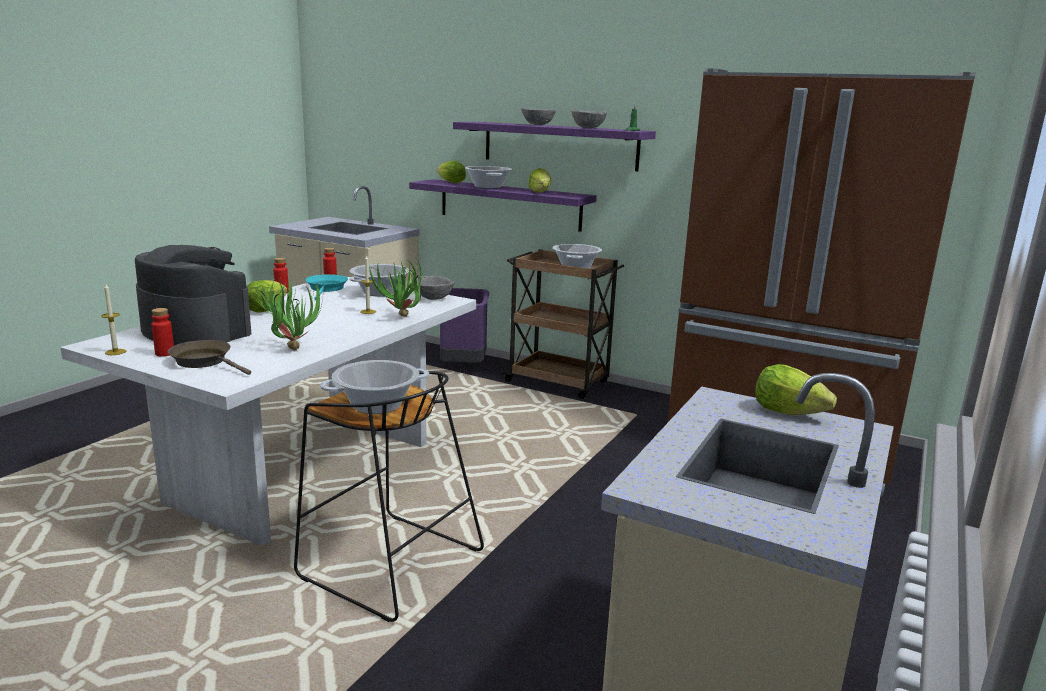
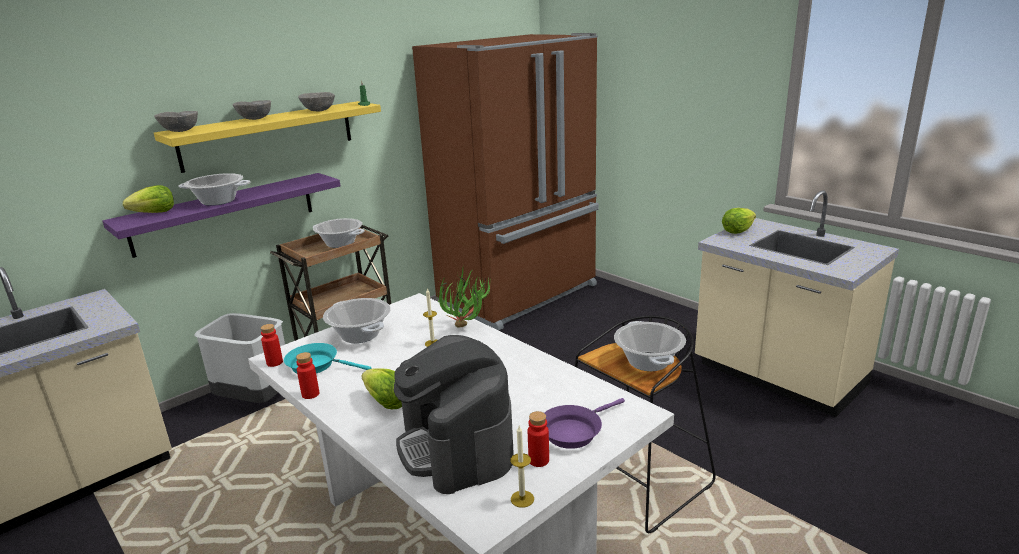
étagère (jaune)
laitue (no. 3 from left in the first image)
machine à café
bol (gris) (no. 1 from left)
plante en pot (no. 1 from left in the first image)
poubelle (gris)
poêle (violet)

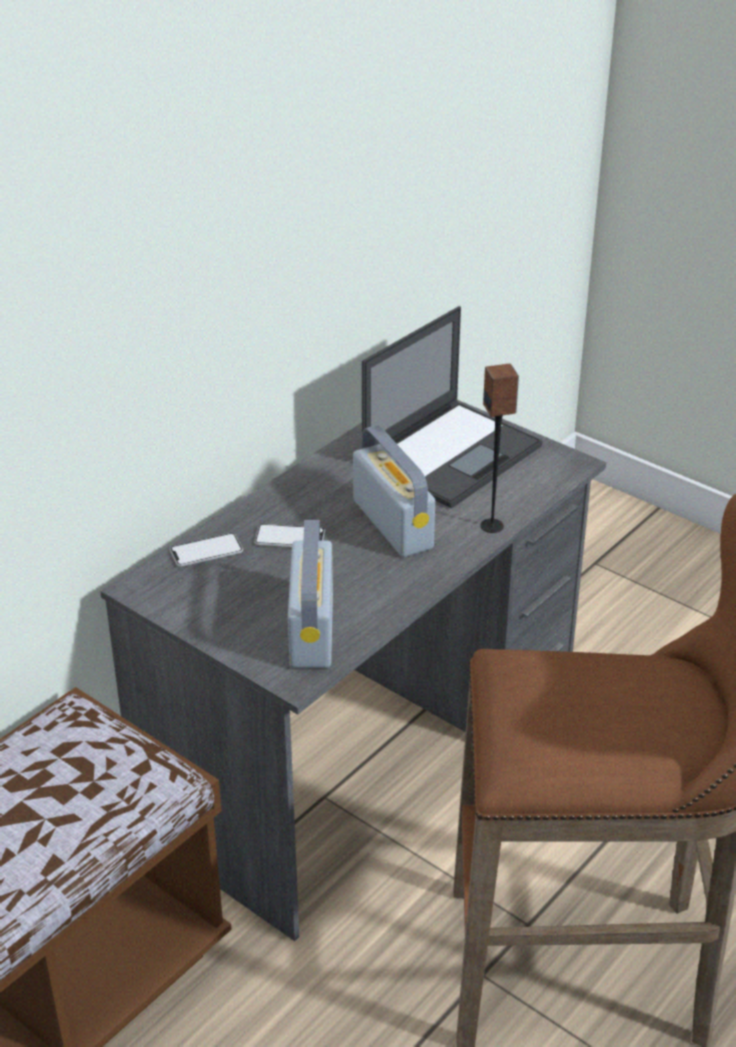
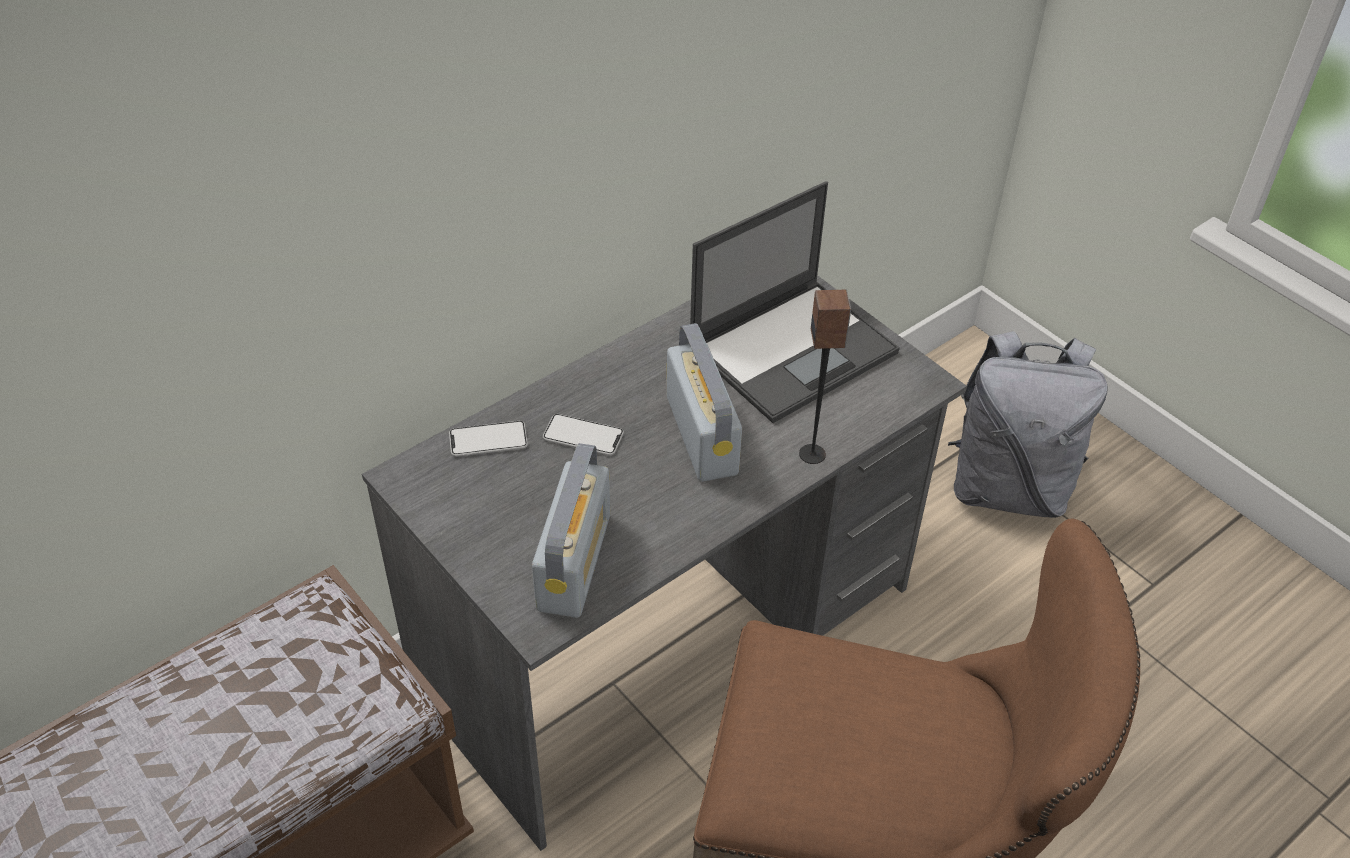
sac à dos (gris)

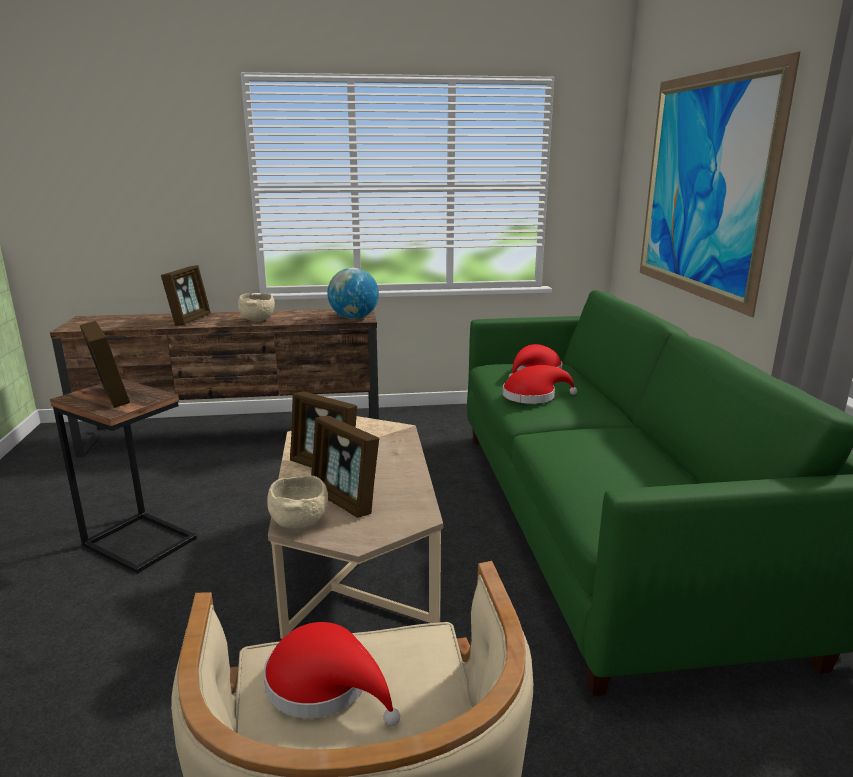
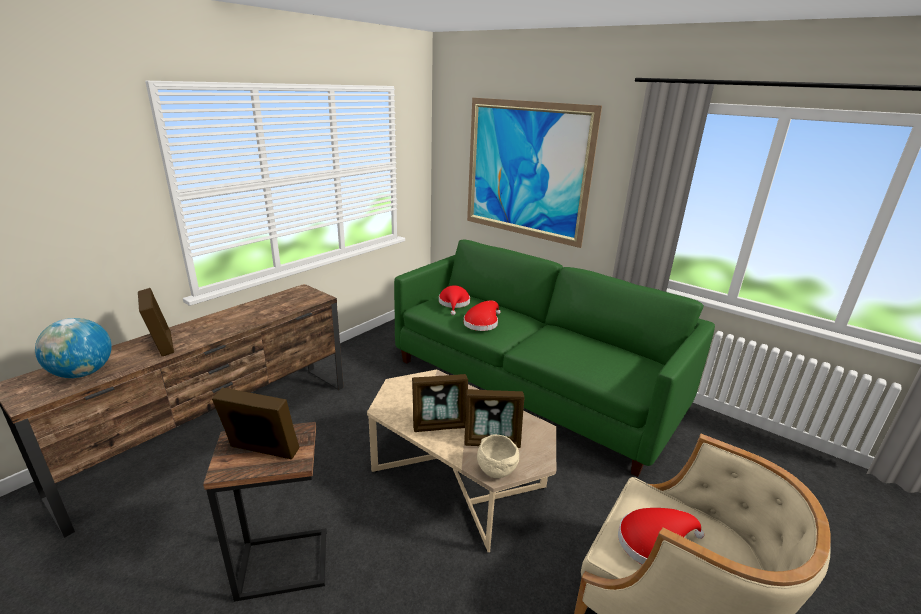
globe
bol (beige) (no. 1 from left in the first image)

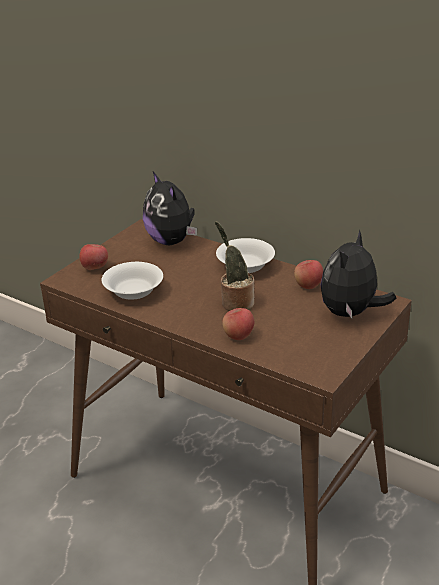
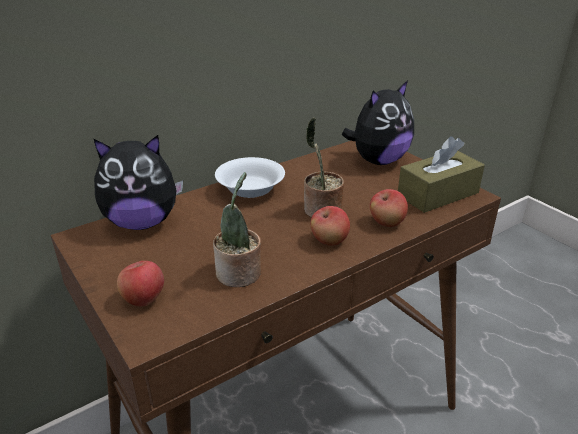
peluche (no. 2 from left)
pomme (no. 2 from left)
plante en pot (no. 1 from left)
boîte à mouchoirs (marron)

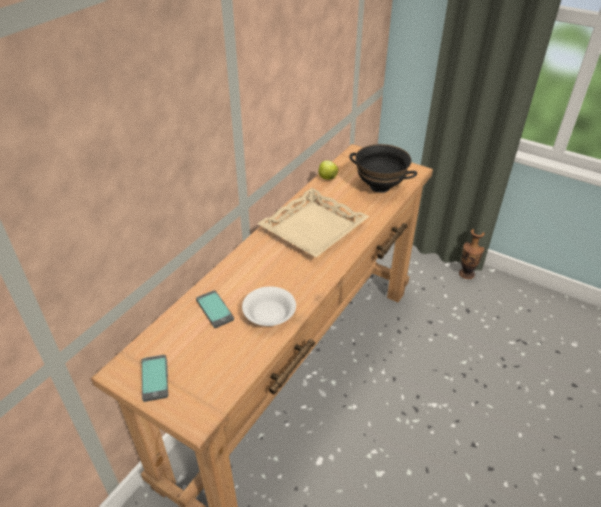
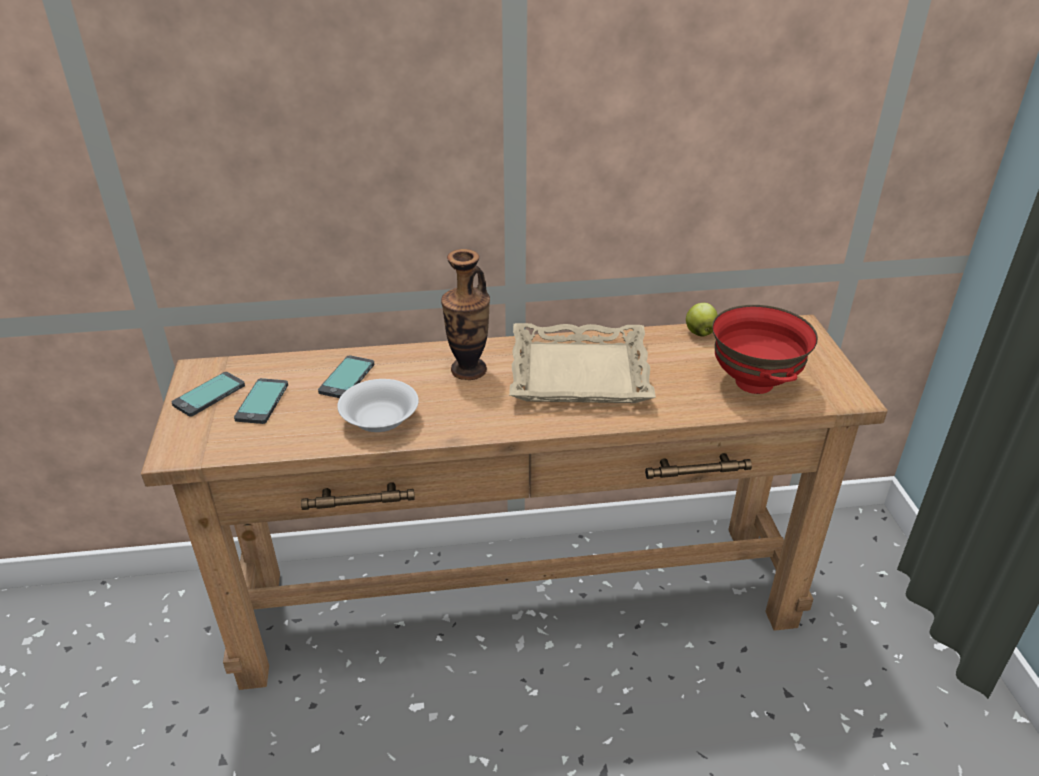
bol (rouge)
vase
téléphone (no. 2 from left)

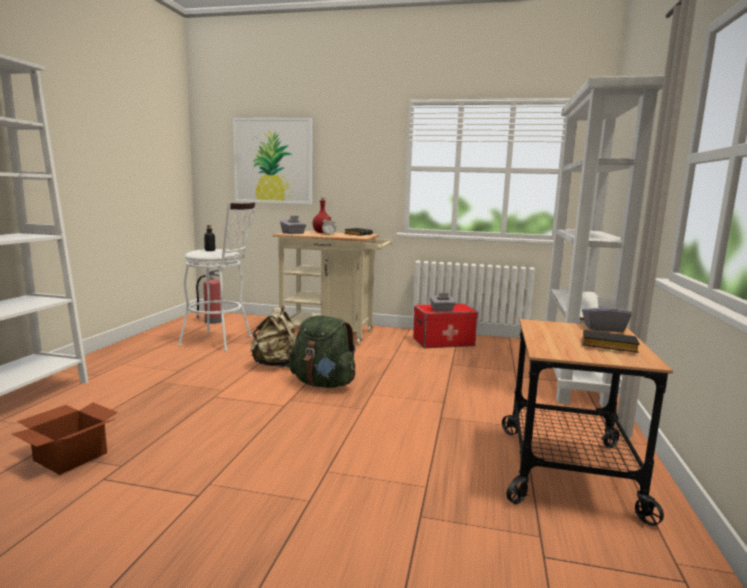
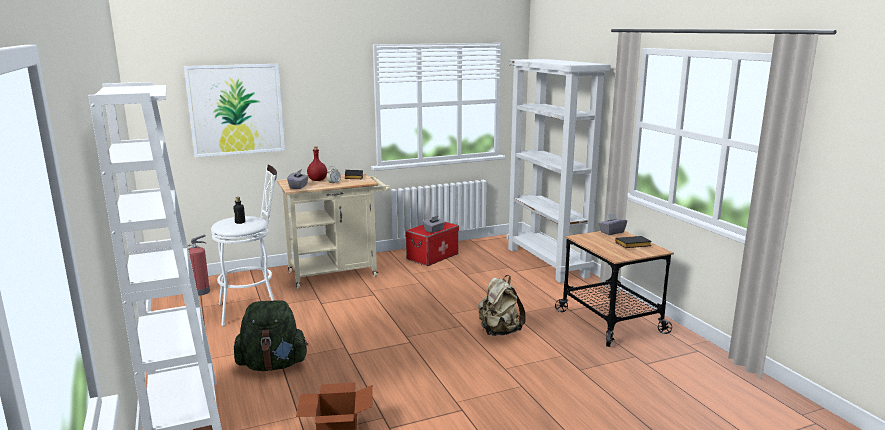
sac à dos (beige)
sac à dos (vert)

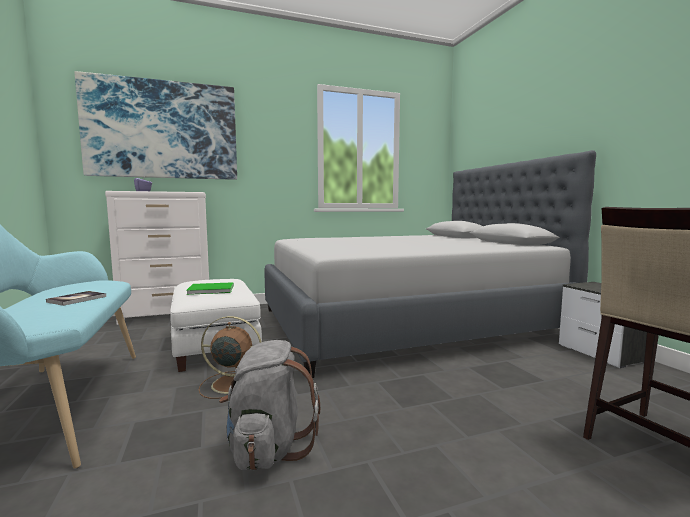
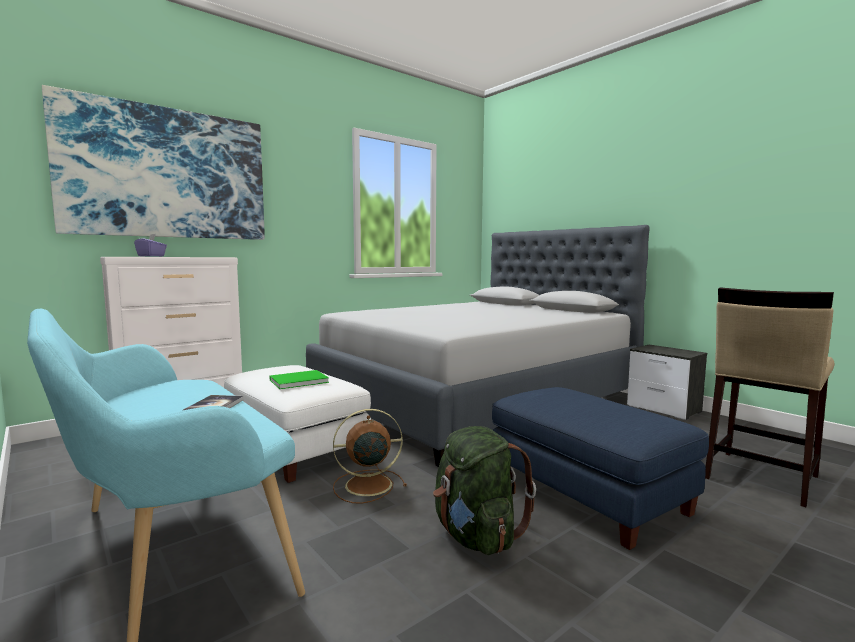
sac à dos (vert)
pouf (bleu)

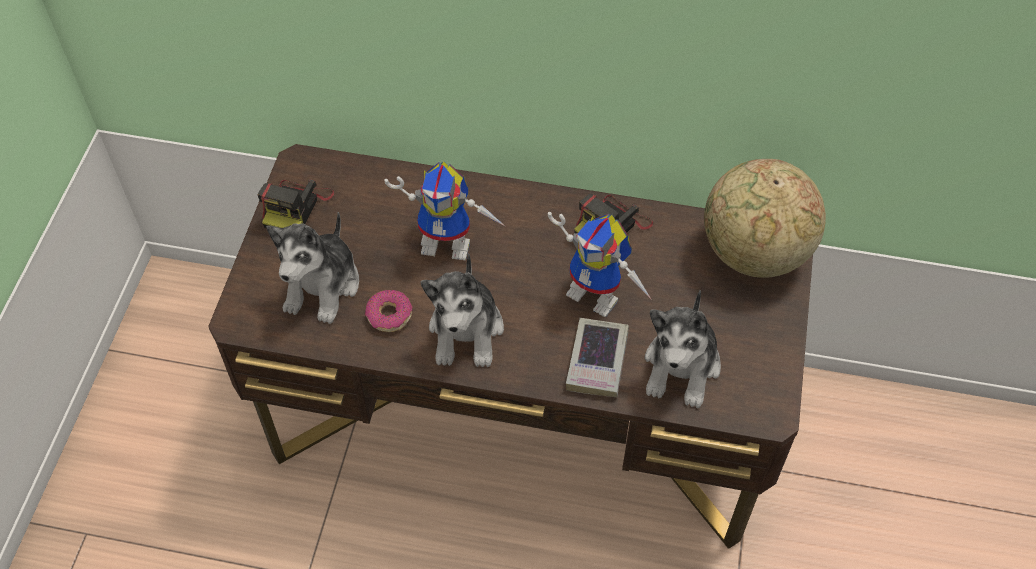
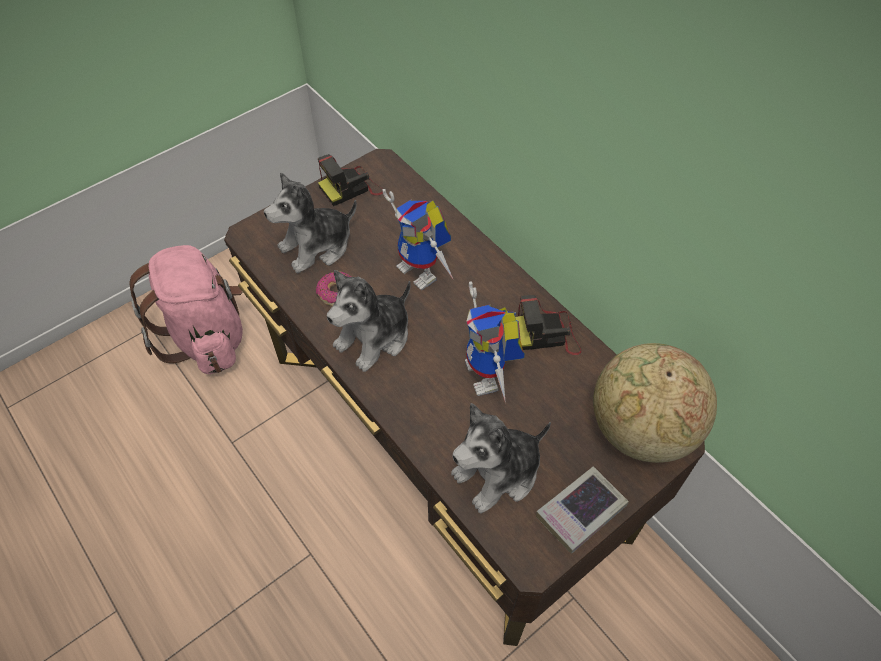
livre
sac à dos (rose)

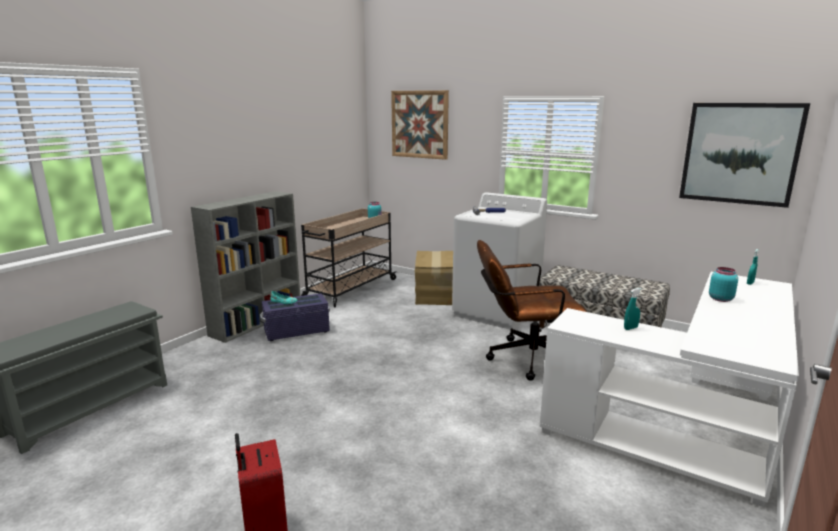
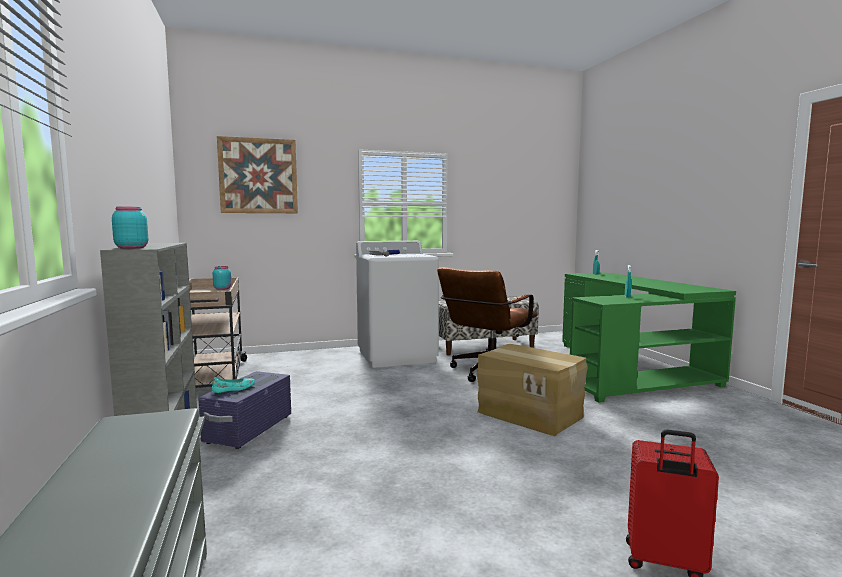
tableau (no. 2 from left in the first image)
carton
bocal (turquoise) (no. 1 from left)
bureau (vert)

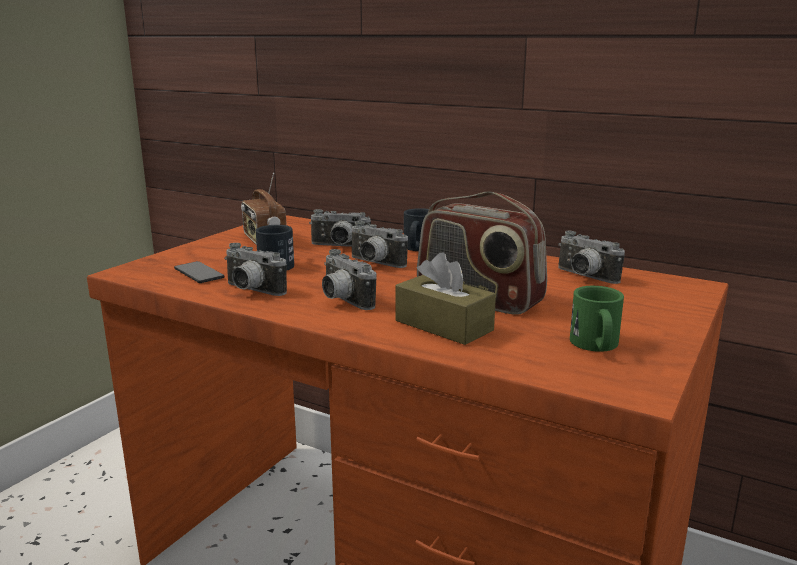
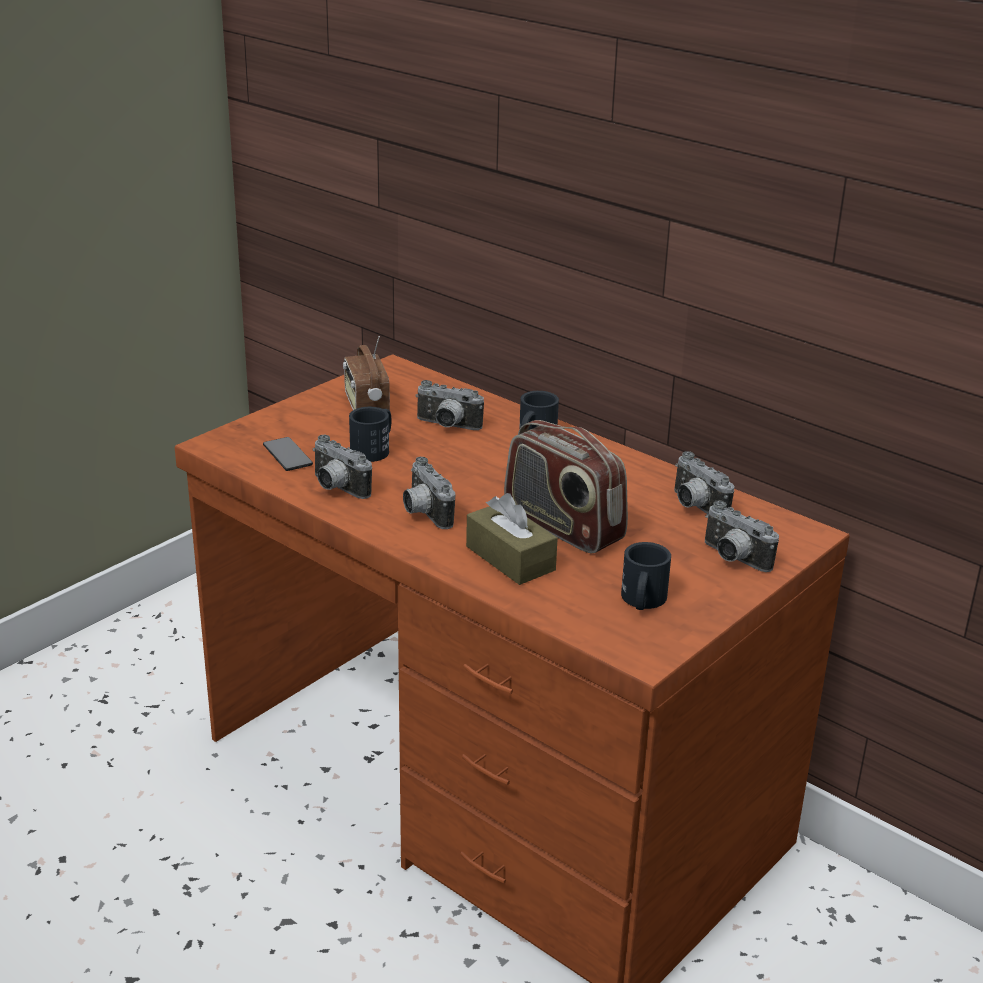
appareil photo (no. 5 from left)
mug (noir) (no. 3 from left)

